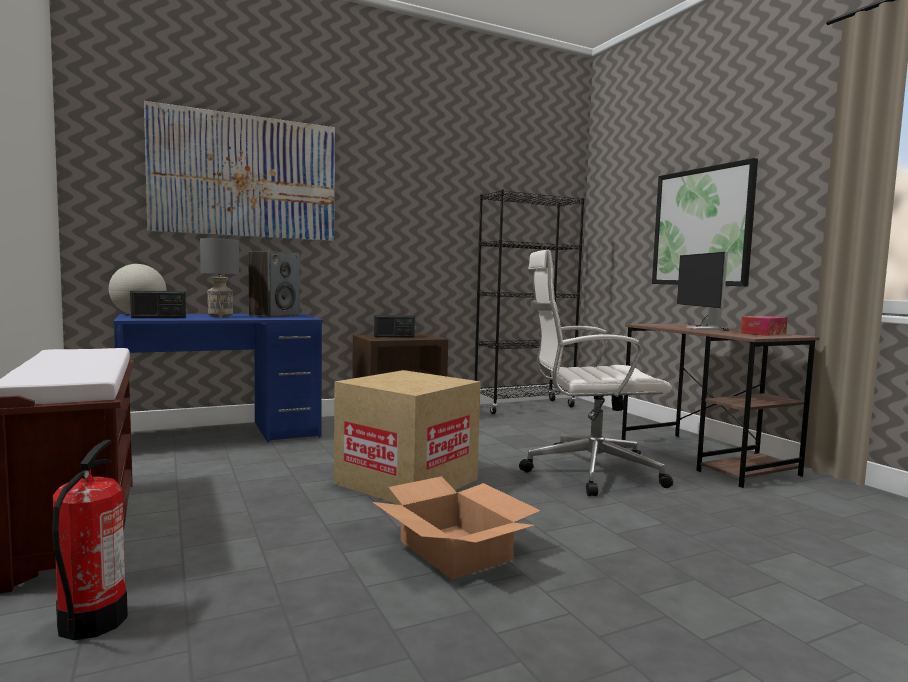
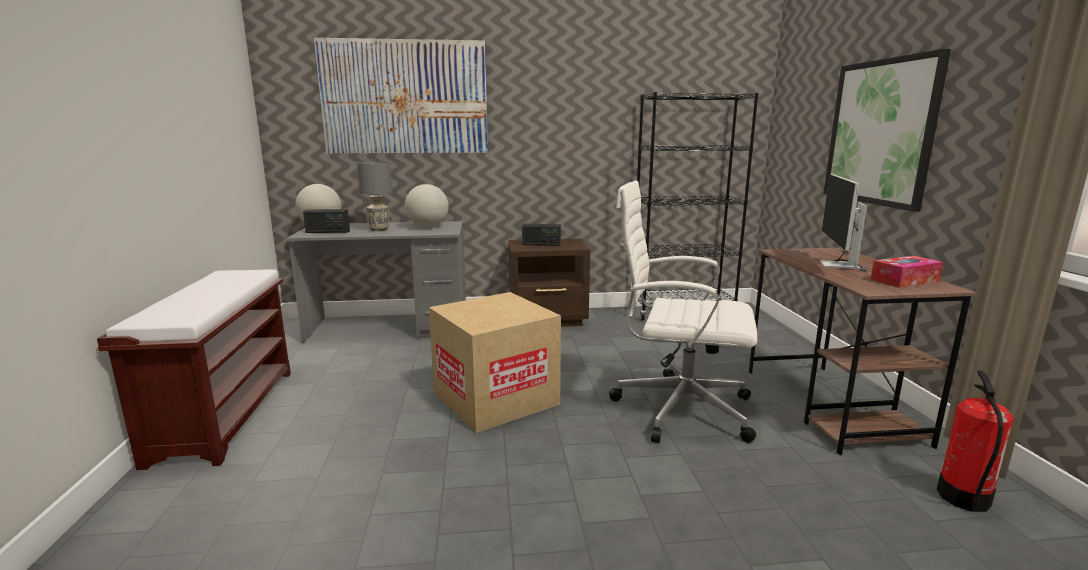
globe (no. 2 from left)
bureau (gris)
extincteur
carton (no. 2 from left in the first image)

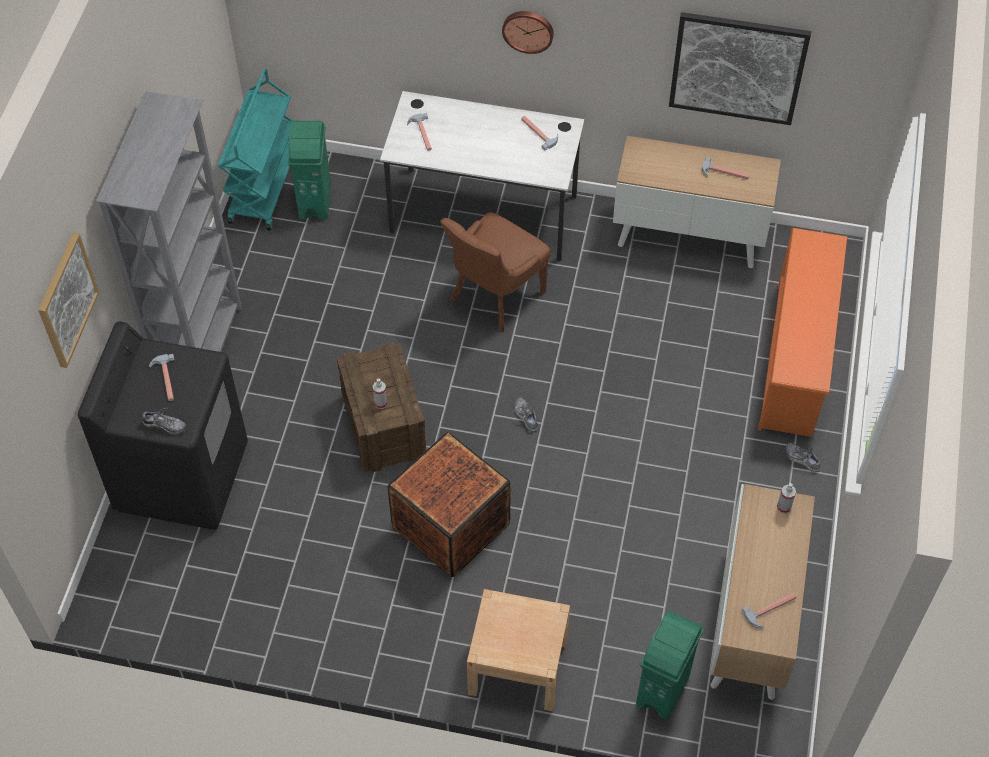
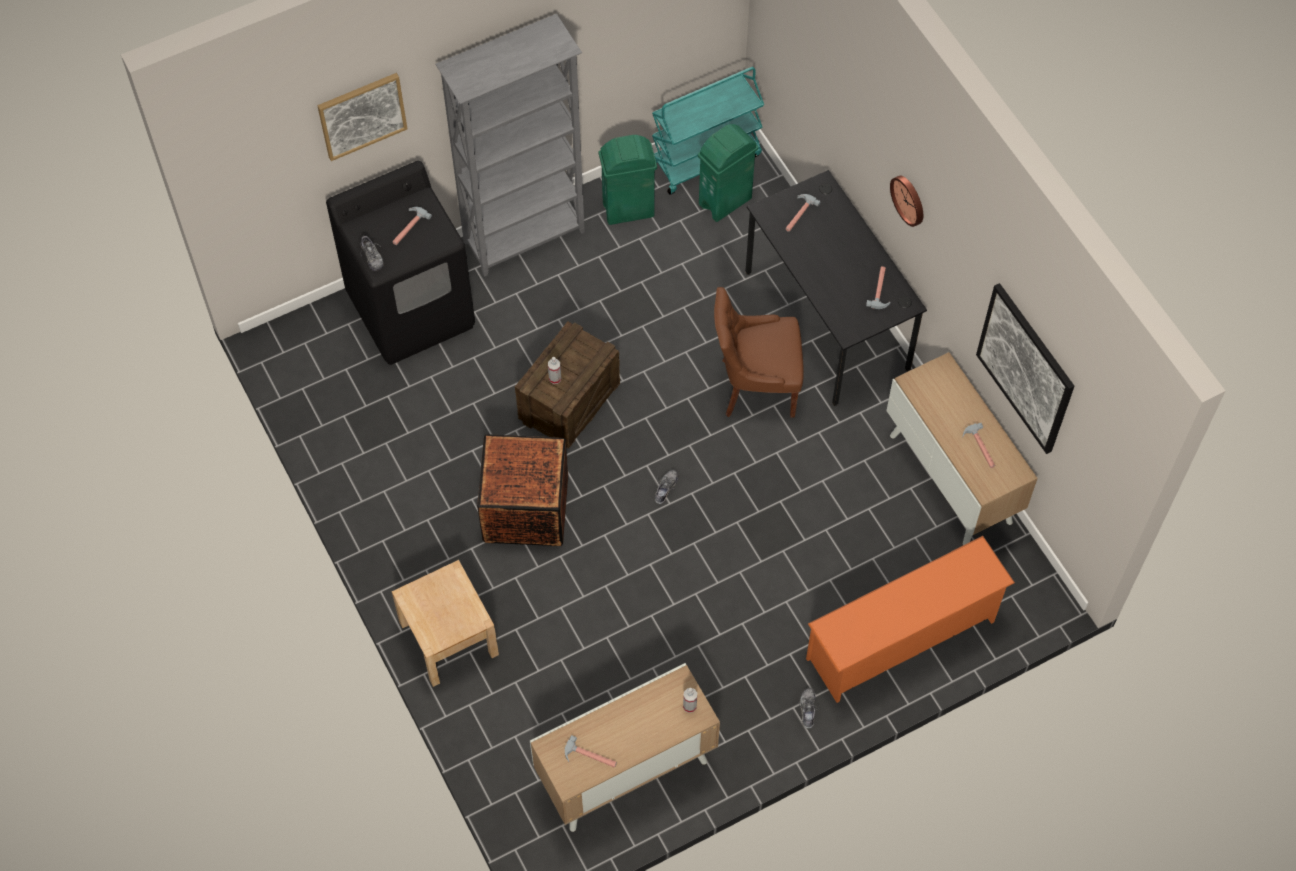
bureau (noir)
poubelle (vert) (no. 1 from left)

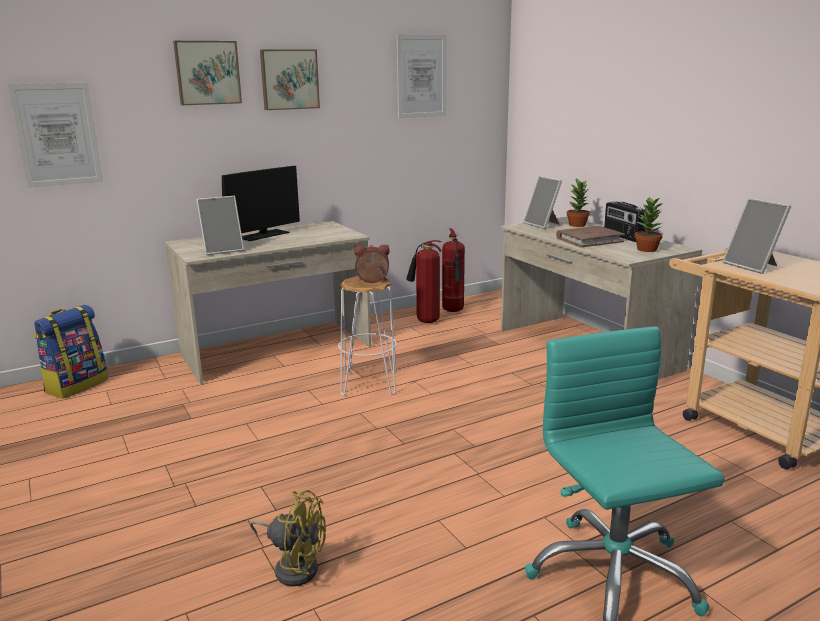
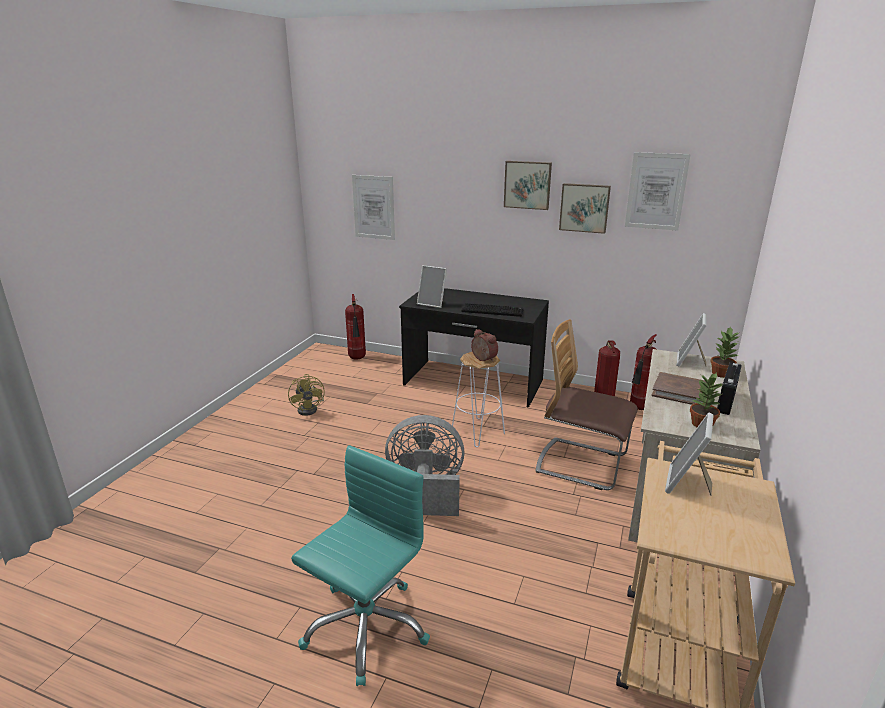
tableau (no. 3 from left)
écran d'ordinateur
bureau (noir)
extincteur (no. 1 from left)
ventilateur (jaune)
clavier
chaise
ventilateur (gris)

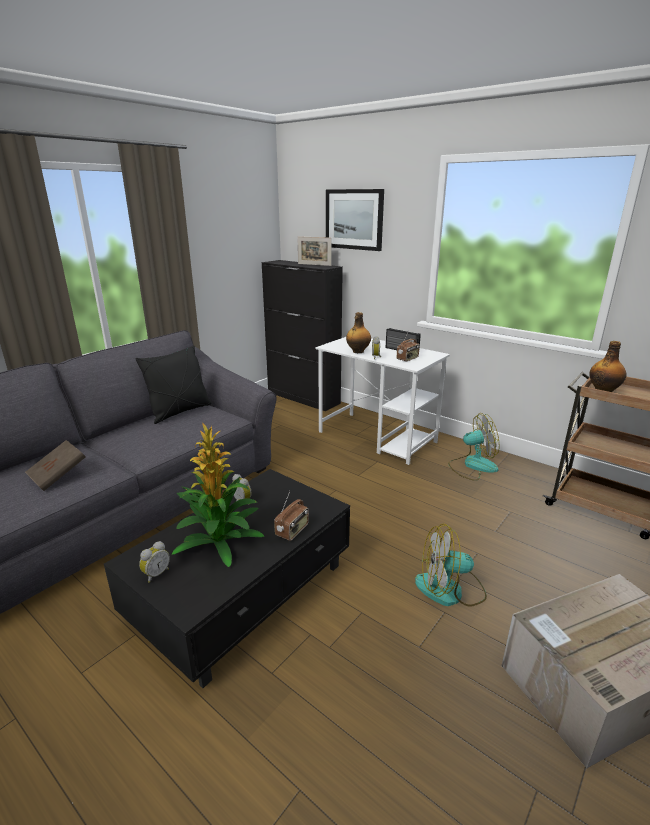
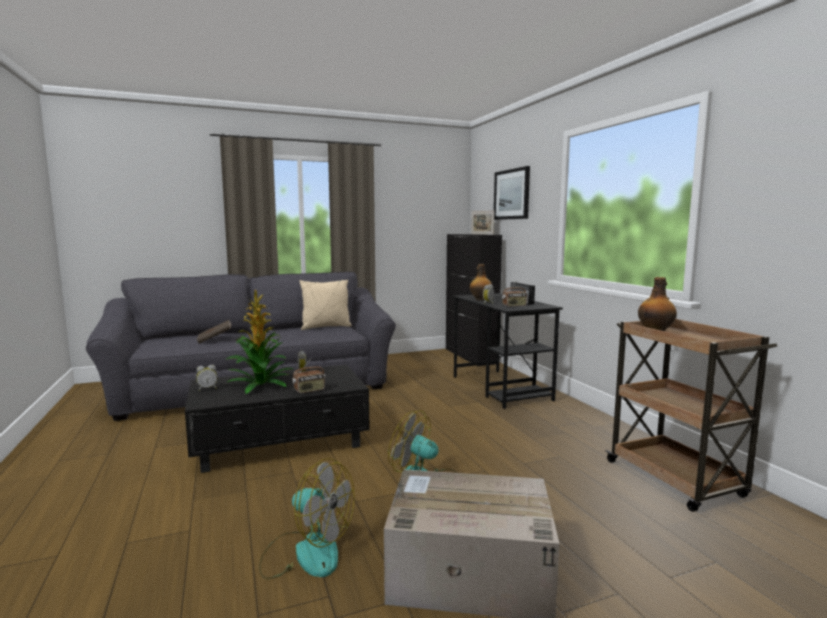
bureau (noir)
coussin (beige)
ventilateur (no. 1 from left)

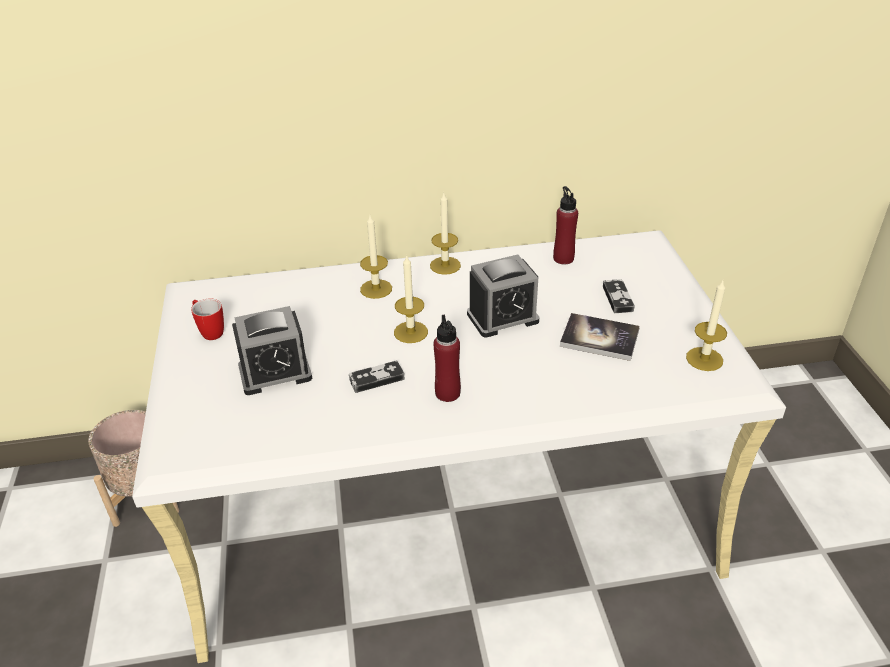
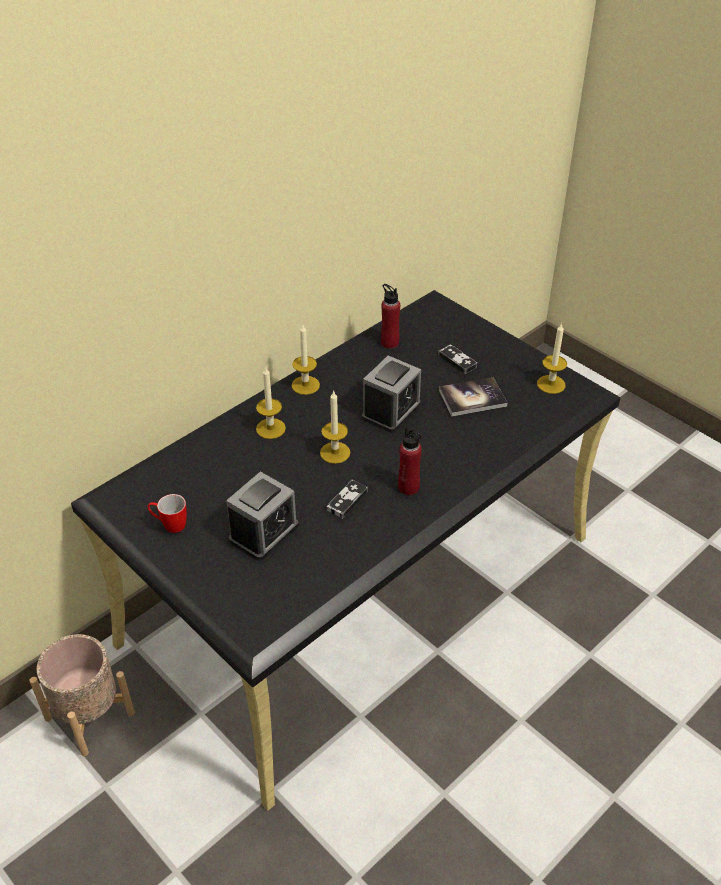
bureau (noir)

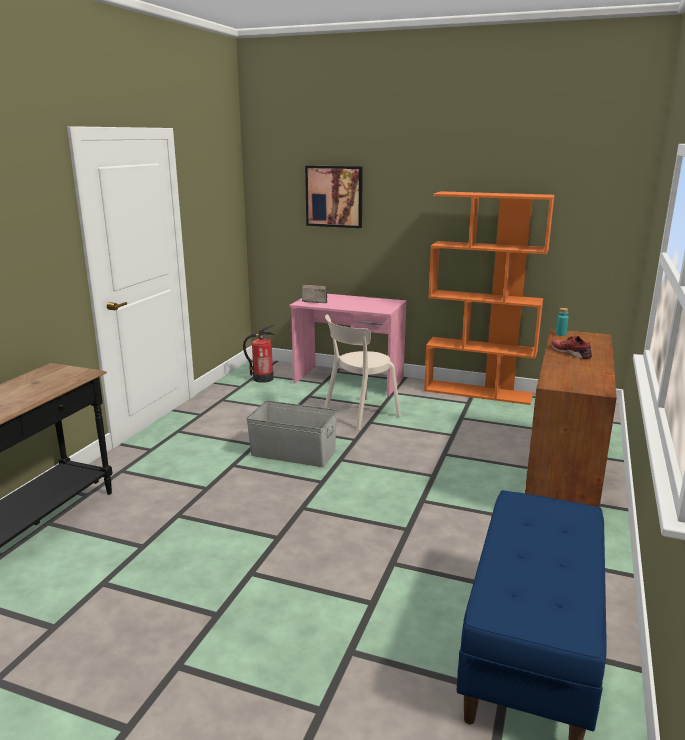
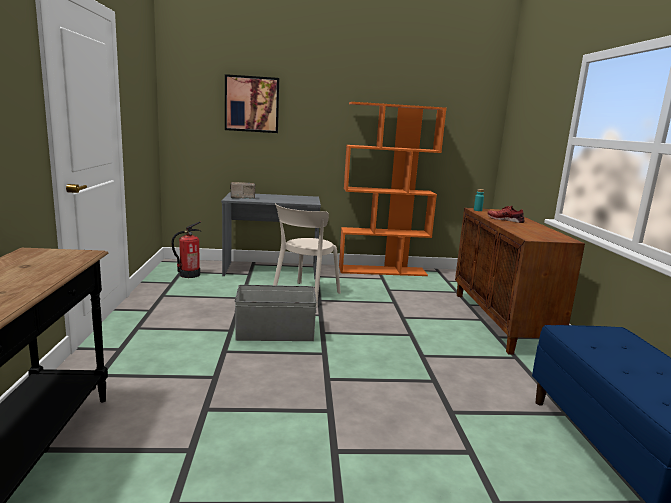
bureau (gris)

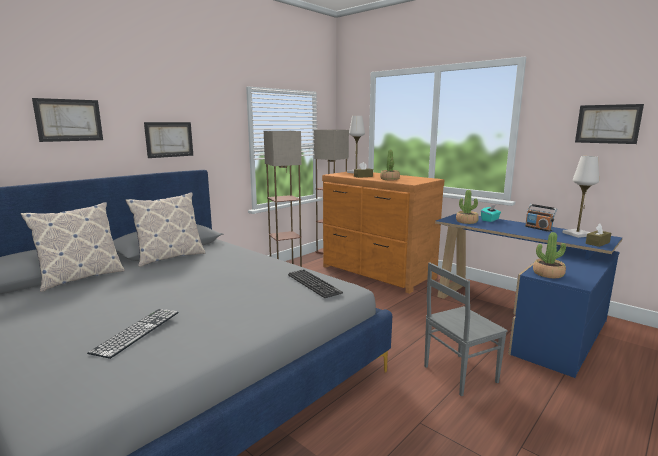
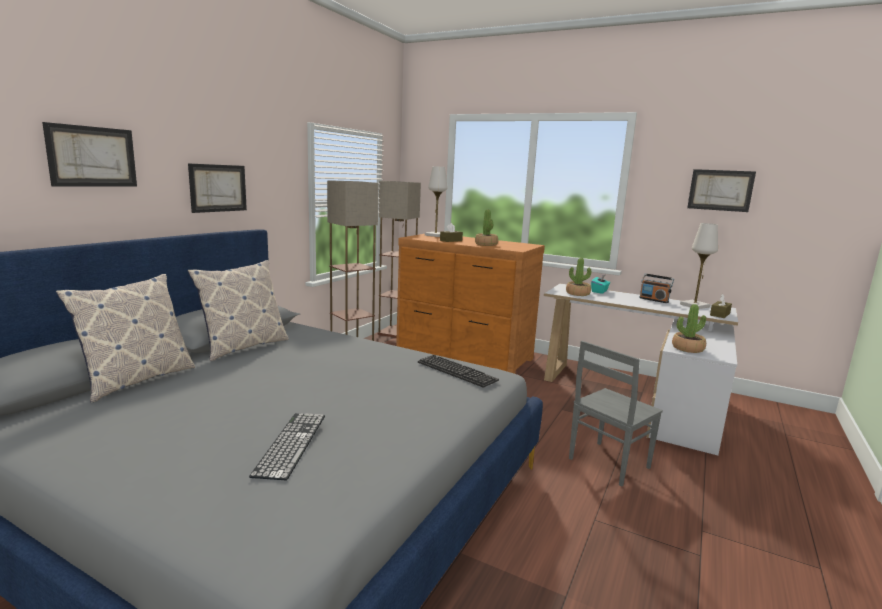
bureau (blanc)

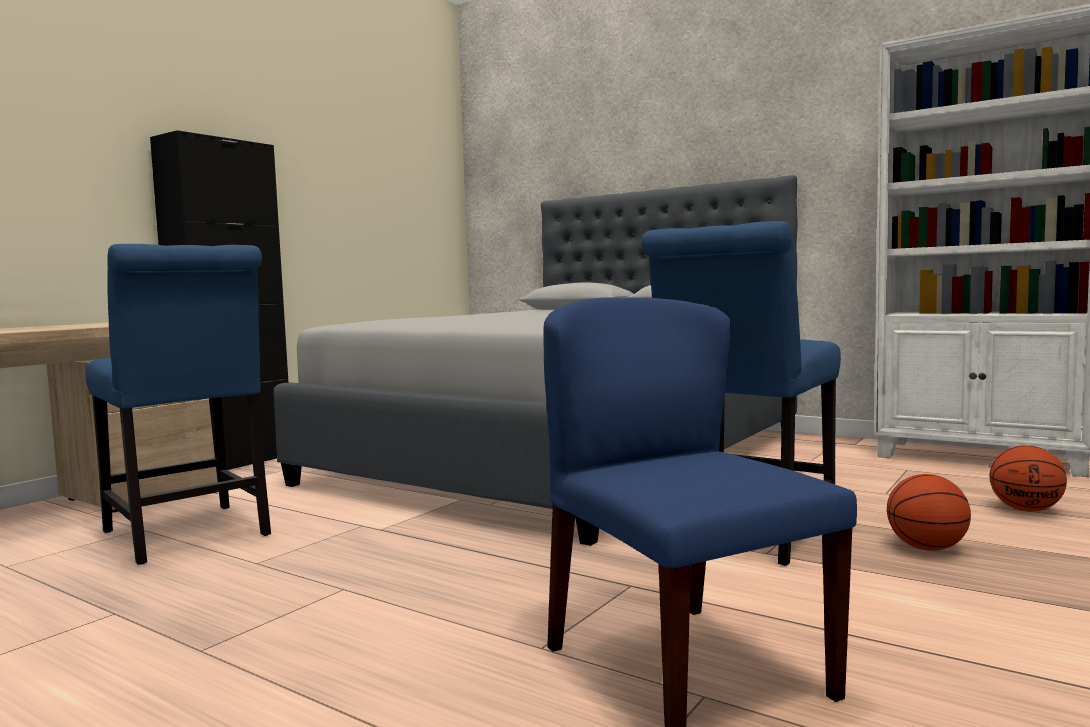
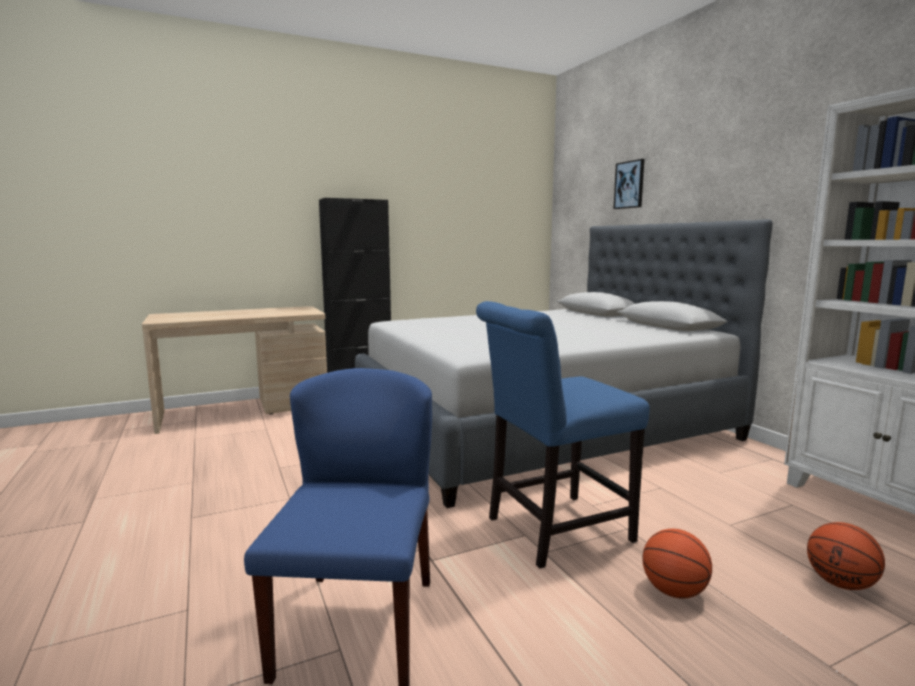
chaise (bleu) (no. 1 from left in the first image)
tableau

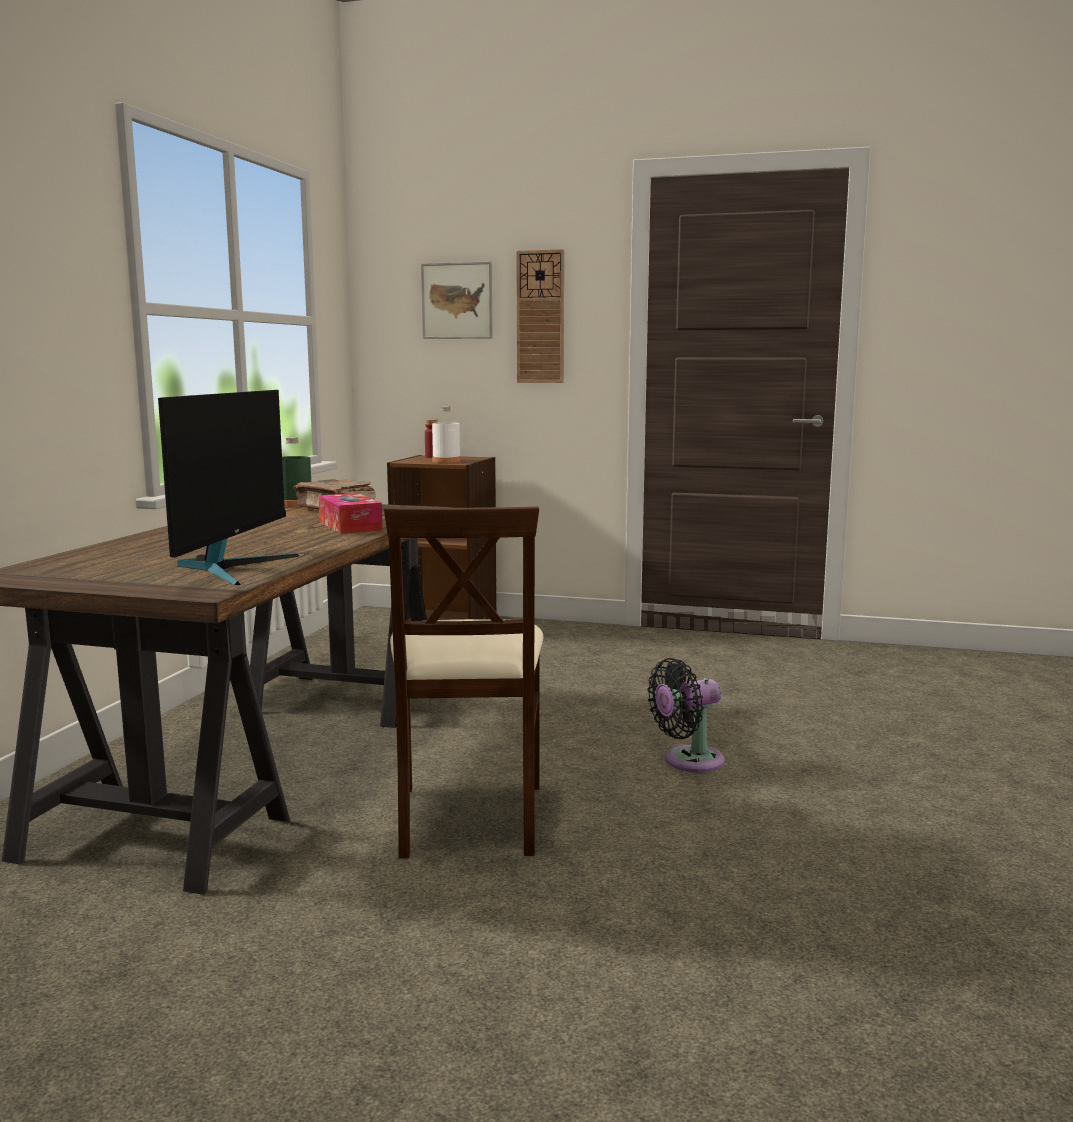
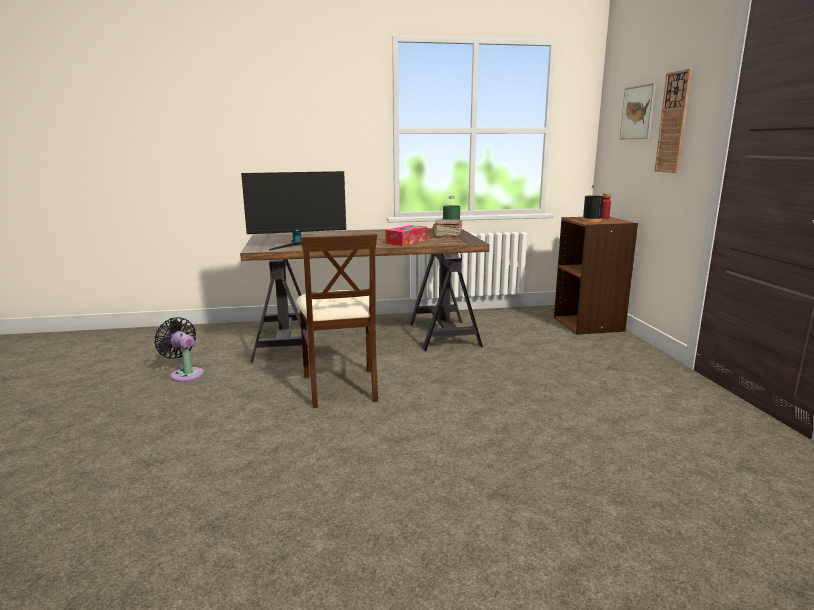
bouteille (noir)
chaise (beige)
ventilateur (noir)

